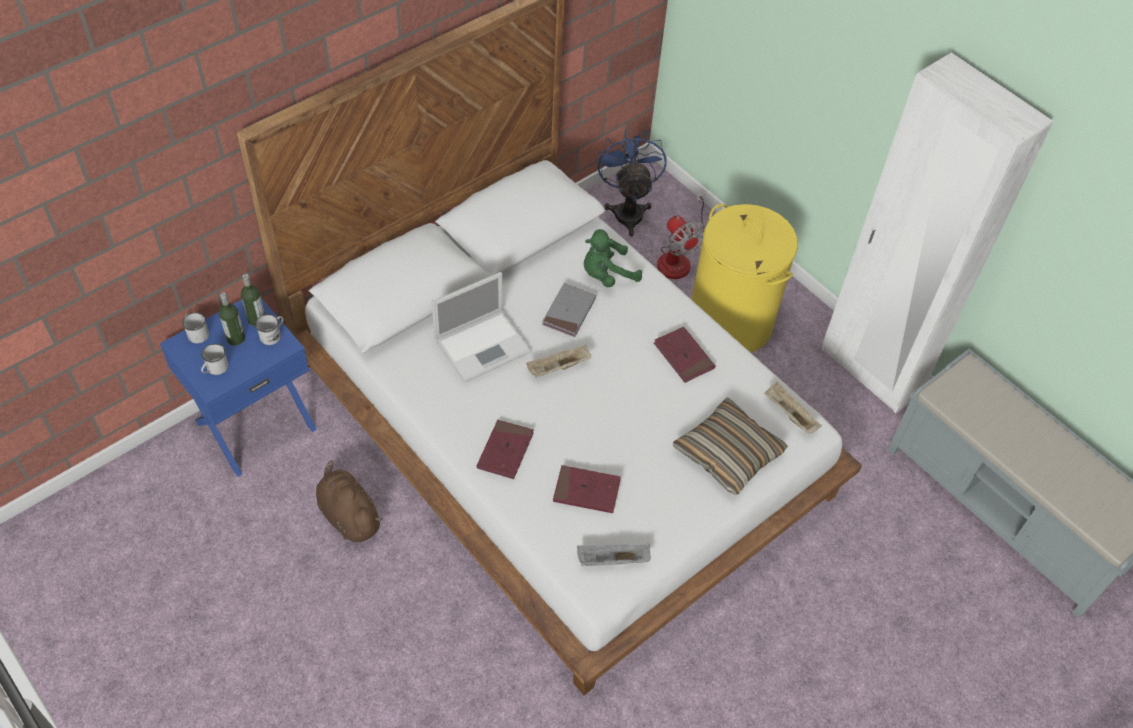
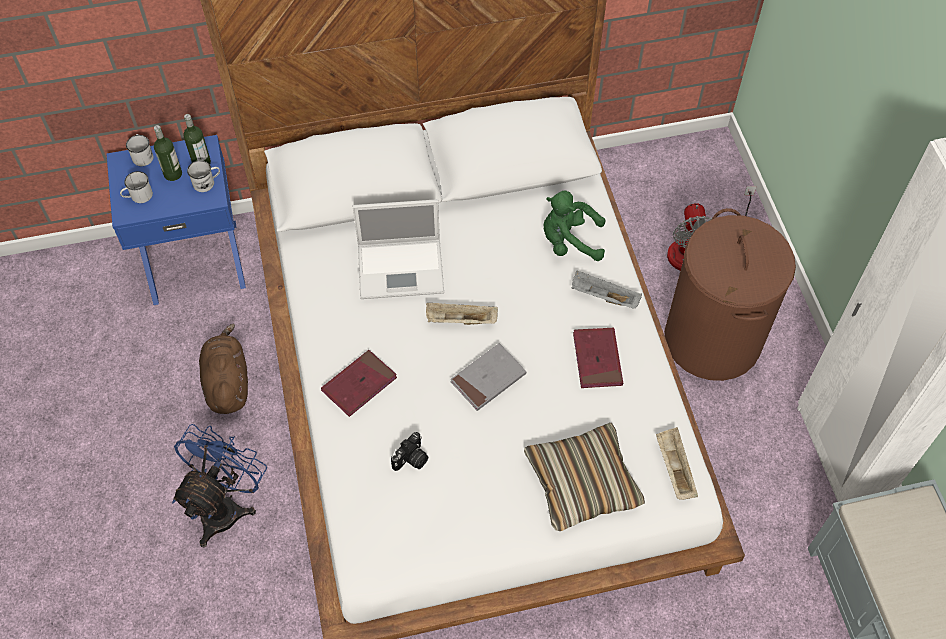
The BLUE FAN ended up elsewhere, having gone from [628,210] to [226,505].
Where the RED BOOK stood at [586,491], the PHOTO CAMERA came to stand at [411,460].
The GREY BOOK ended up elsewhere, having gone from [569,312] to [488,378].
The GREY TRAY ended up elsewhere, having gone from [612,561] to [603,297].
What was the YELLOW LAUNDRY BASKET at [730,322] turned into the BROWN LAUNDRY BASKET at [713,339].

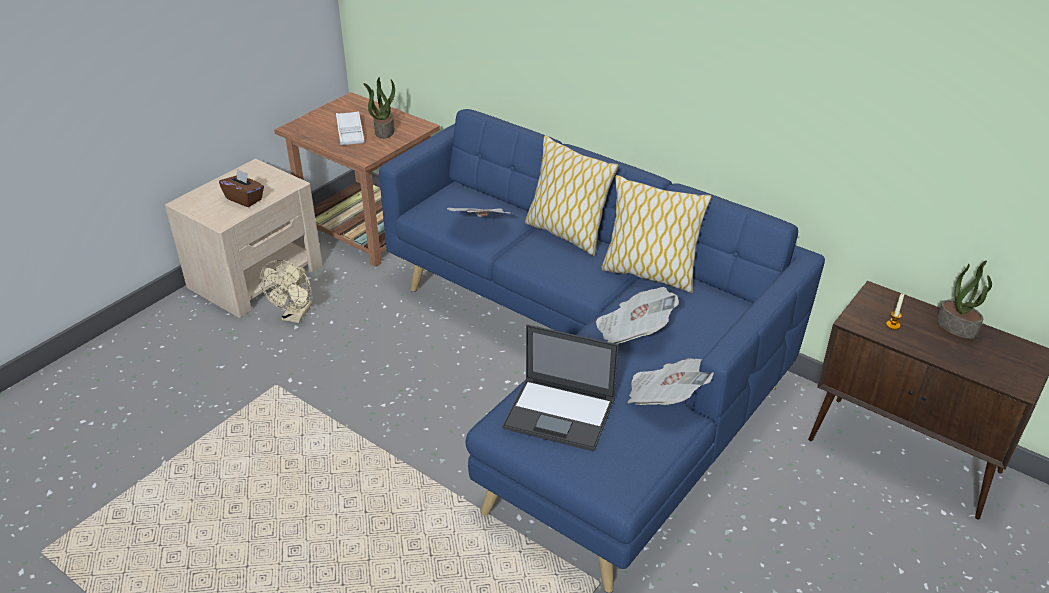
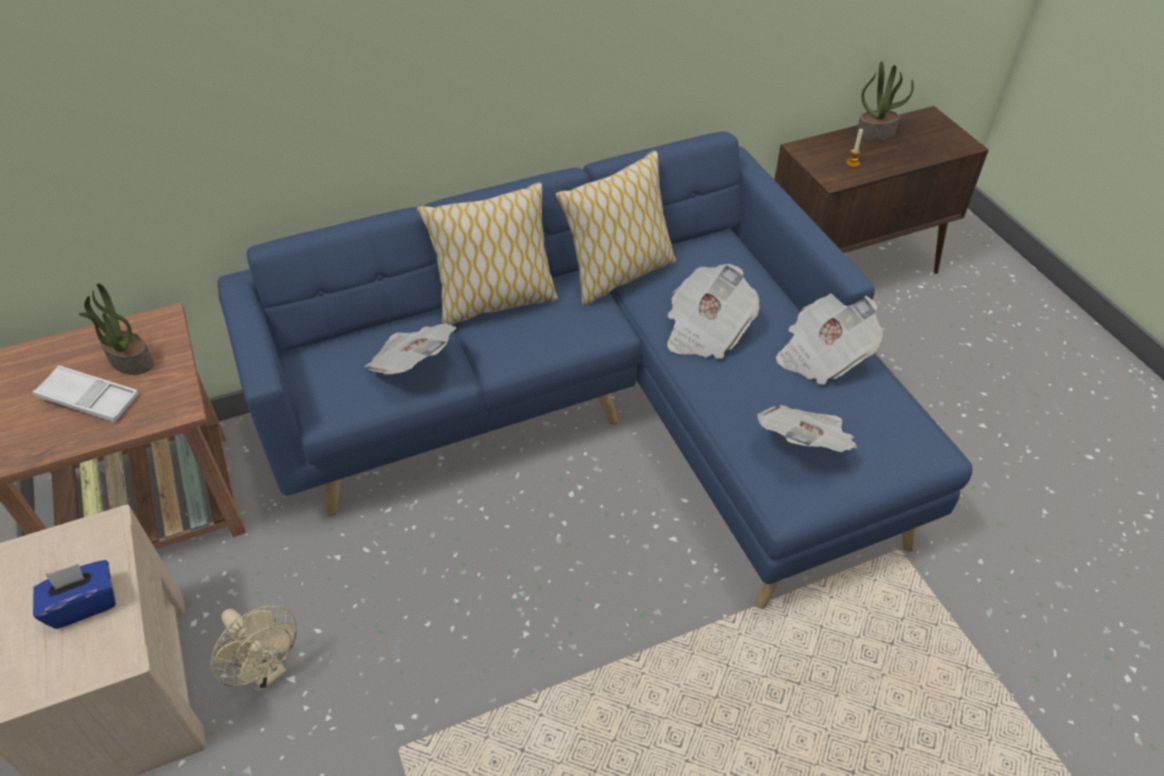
What was the BROWN TISSUE BOX at [244,199] turned into the BLUE TISSUE BOX at [84,604].
Where the LAPTOP stood at [561,414], the NEWSPAPER came to stand at [805,444].

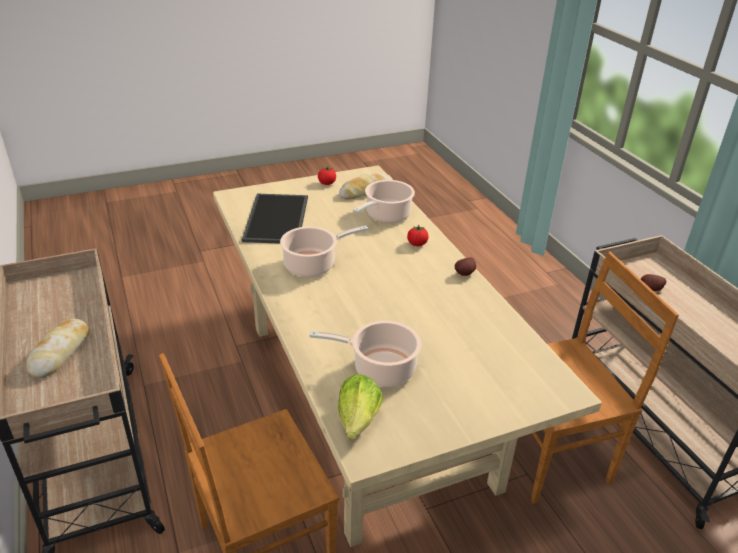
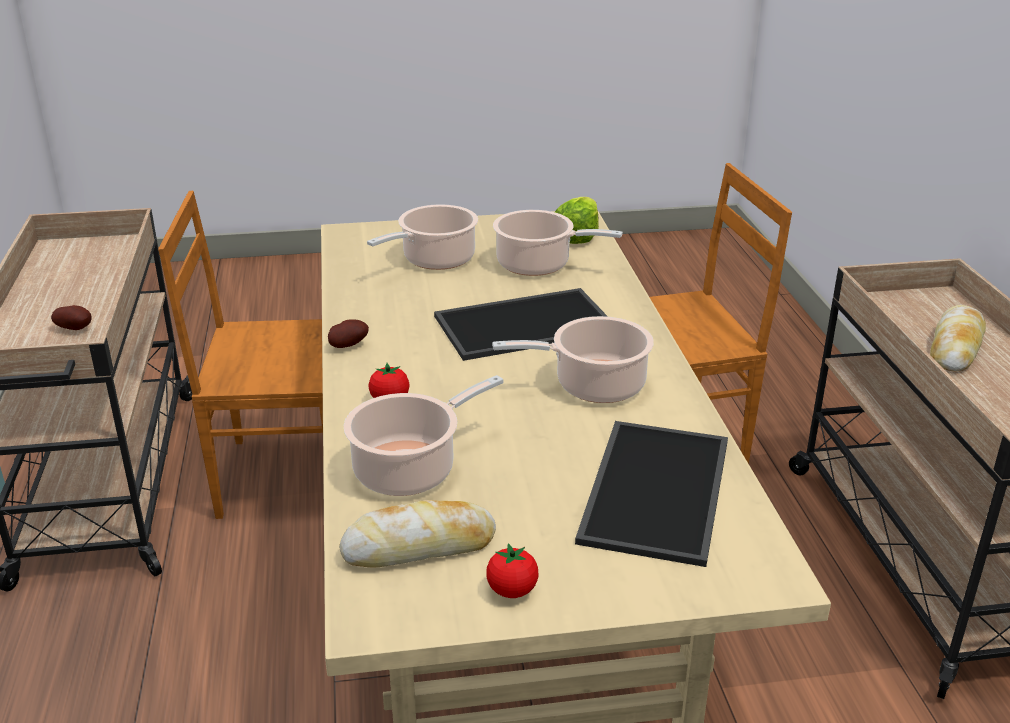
The second view gained the COOKING POT at [435,260].
The second view gained the TRAY at [525,323].

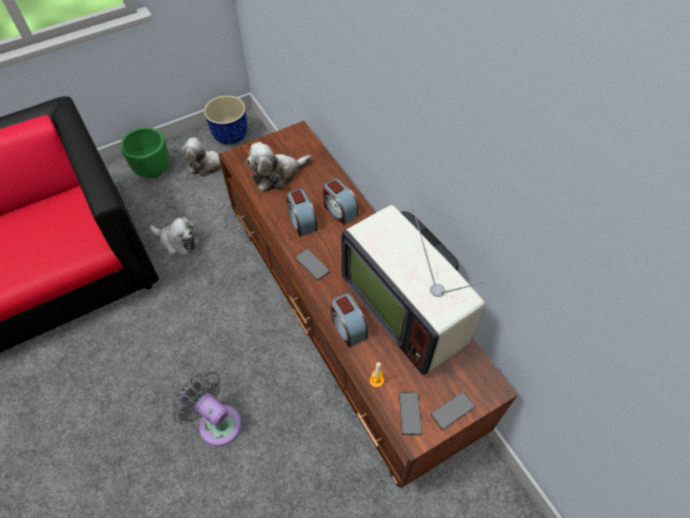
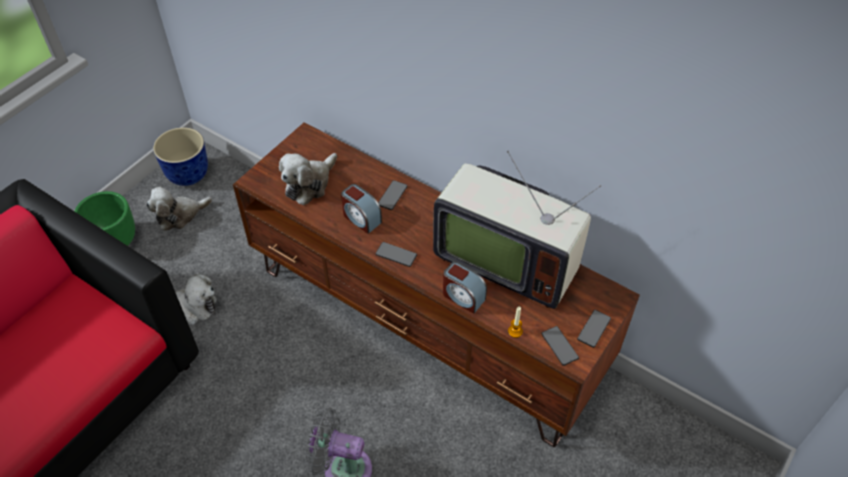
Where the ALARM CLOCK stood at [339,210], the PHONE came to stand at [392,195].

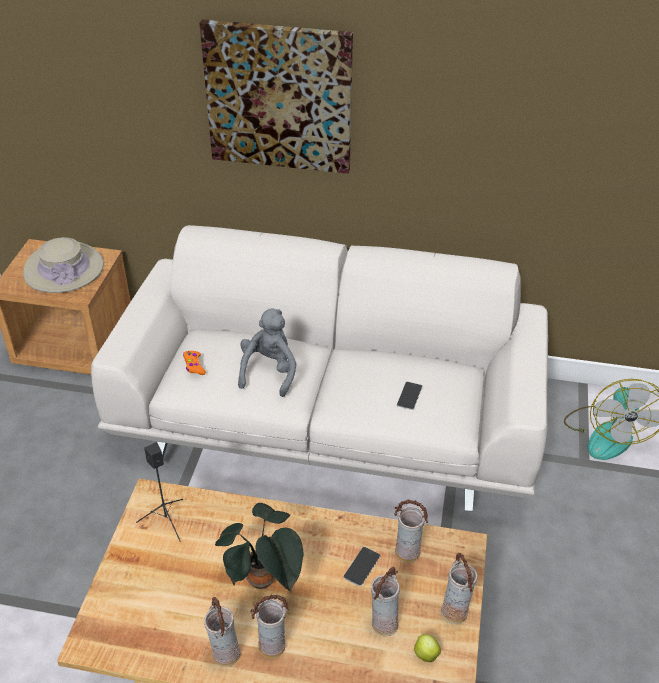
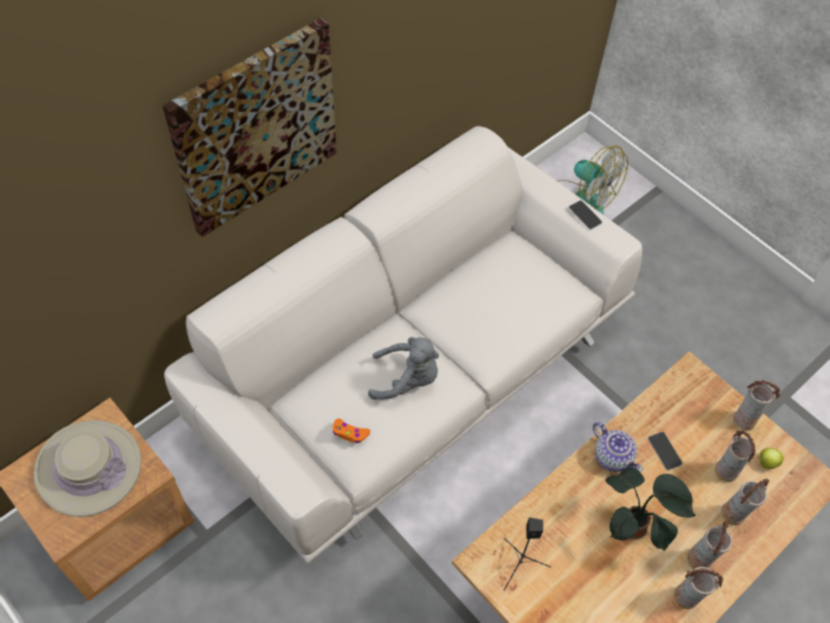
The GREY PLUSH TOY at [269,371] ended up facing another way, 135 degrees clockwise from before.
The PHONE ended up elsewhere, having gone from [409,395] to [585,215].
The second view gained the TEAPOT at [612,456].
The VASE ended up elsewhere, having gone from [407,553] to [733,515].

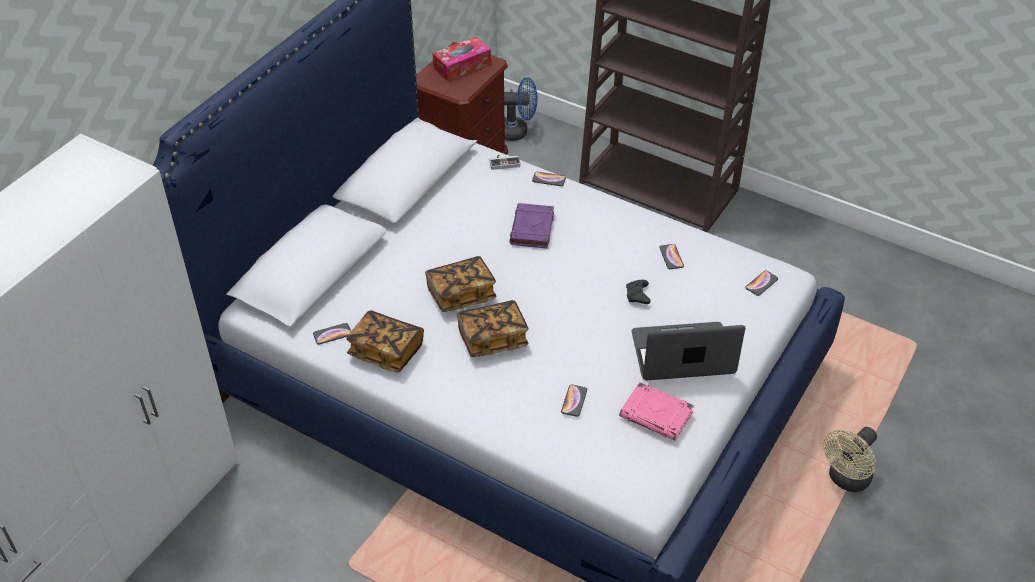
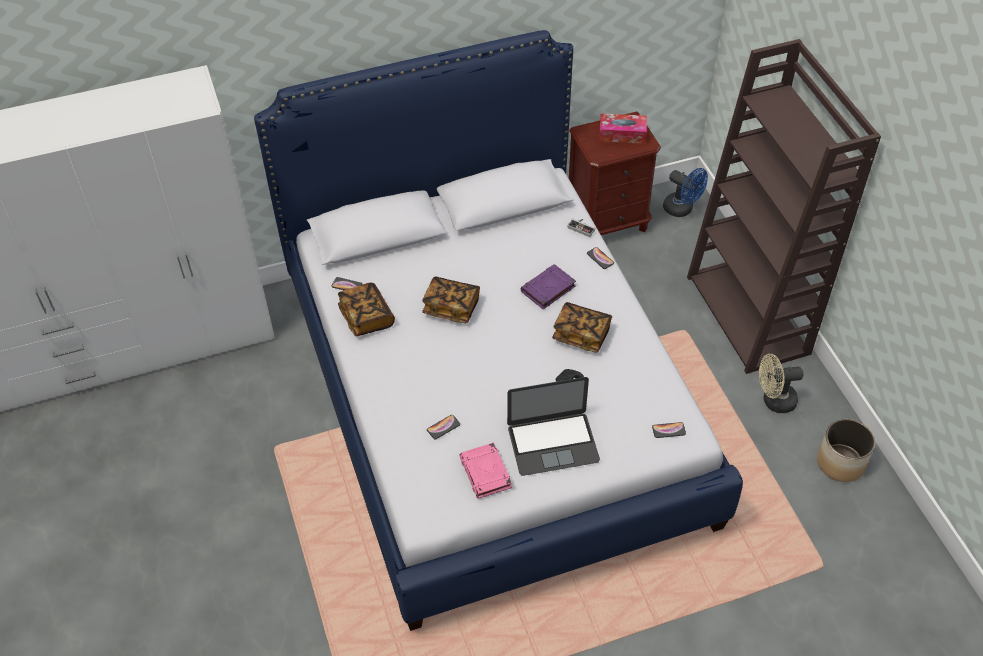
The LAPTOP at [682,353] ended up facing another way, 135 degrees clockwise from before.
The BOOK ended up elsewhere, having gone from [492,339] to [581,335].
The BEIGE FAN ended up elsewhere, having gone from [846,480] to [774,401].
The second view gained the PLANTER at [841,463].
The second view lost the PHONE at [671,257].

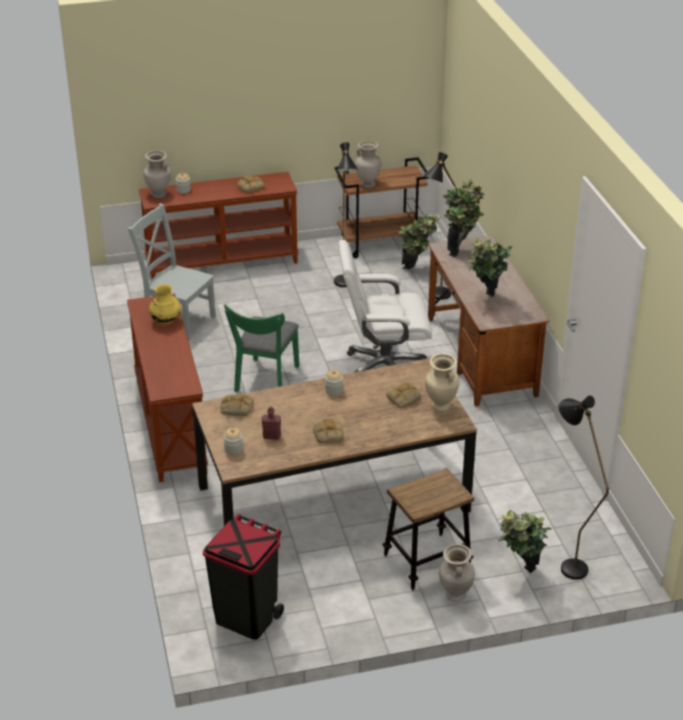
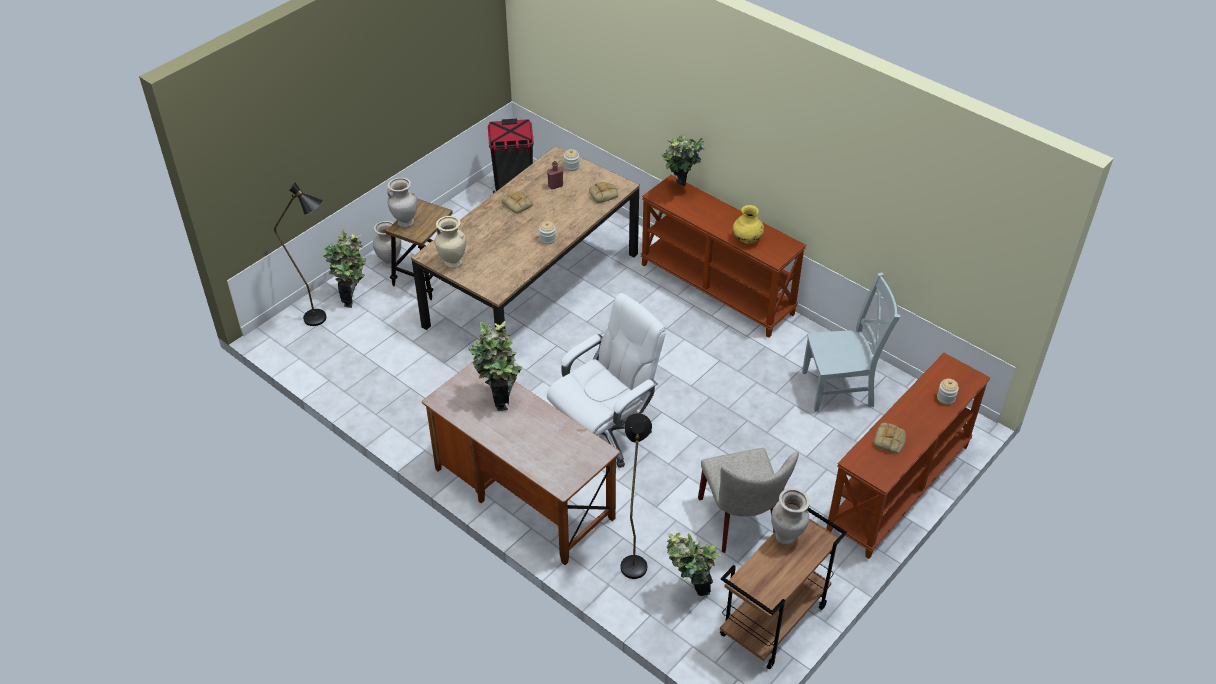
The BEIGE VASE ended up elsewhere, having gone from [158,195] to [405,222].
The POTTED PLANT ended up elsewhere, having gone from [461,250] to [680,191].
Where the BLACK FLOOR LAMP stood at [345,286], the BEIGE CHAIR came to stand at [741,523].
The second view lost the GREEN CHAIR at [265,382].
The second view lost the BREAD at [403,398].

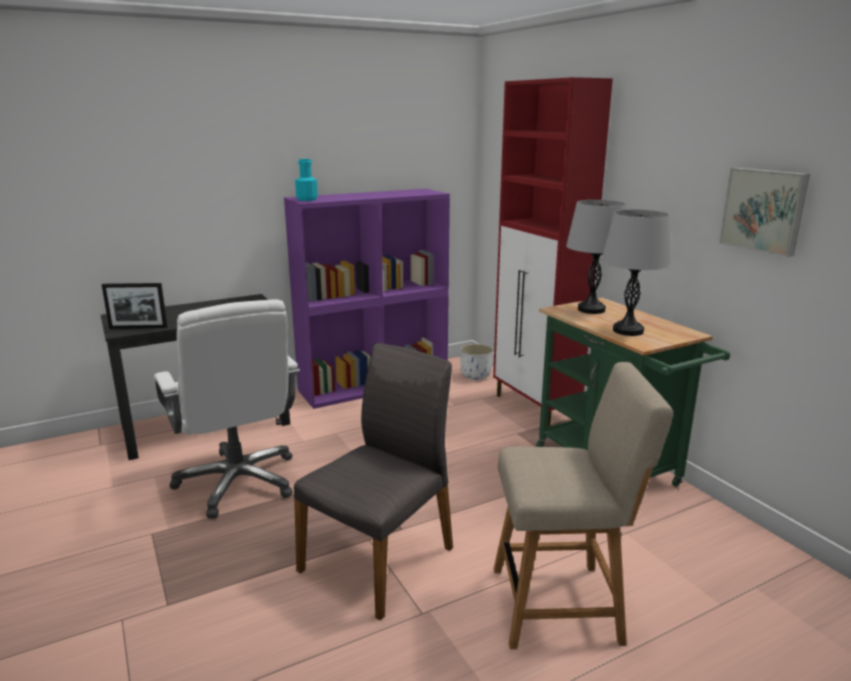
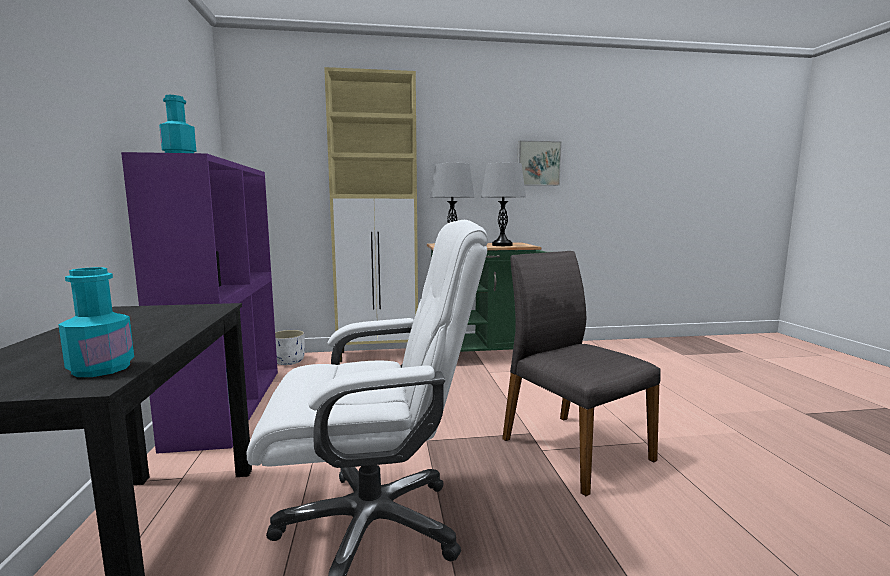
Where the PICTURE FRAME stood at [138,327], the TURQUOISE BOTTLE came to stand at [101,369].
What was the RED CABINET at [535,408] turned into the BEIGE CABINET at [379,355].
The second view lost the BEIGE CHAIR at [562,604].

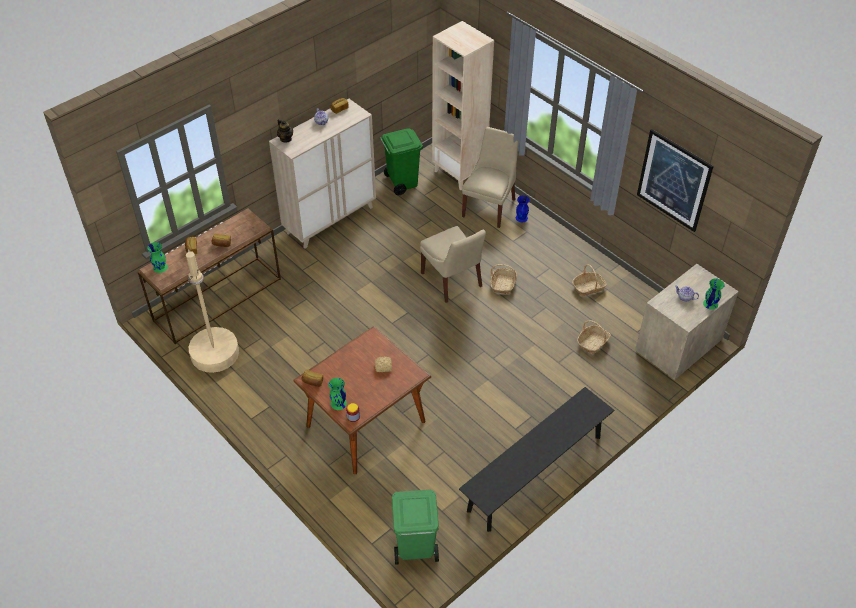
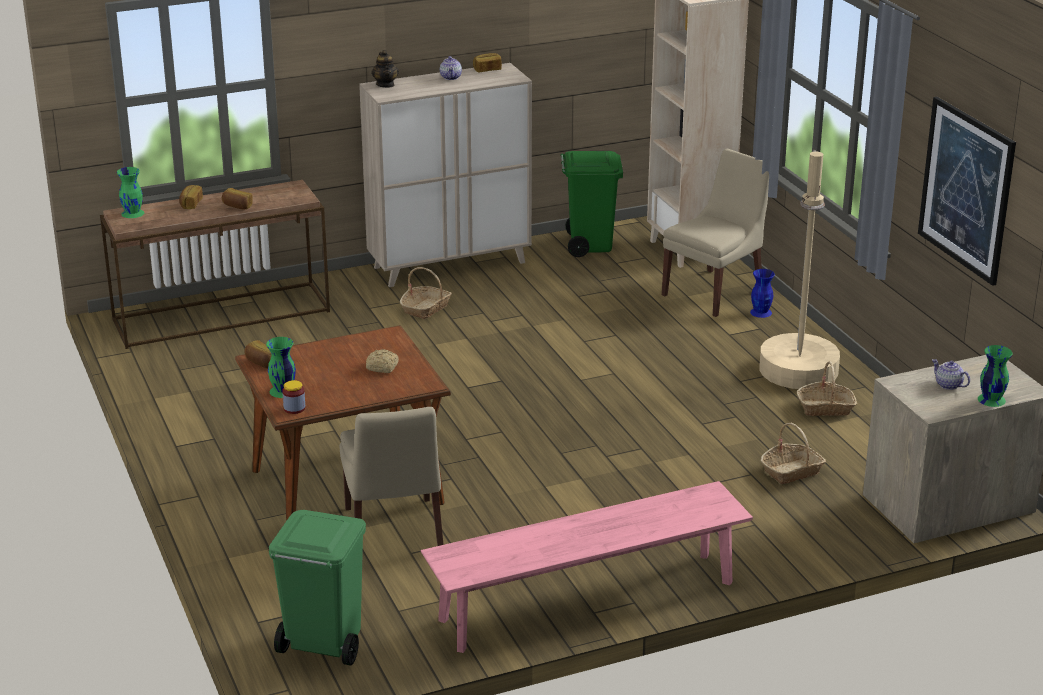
The BEIGE CHAIR ended up elsewhere, having gone from [452,281] to [394,532].
The BASKET ended up elsewhere, having gone from [503,284] to [426,308].
What was the BLACK BENCH at [535,473] turned into the PINK BENCH at [587,601].
The BEIGE FLOOR LAMP ended up elsewhere, having gone from [215,354] to [798,370].

